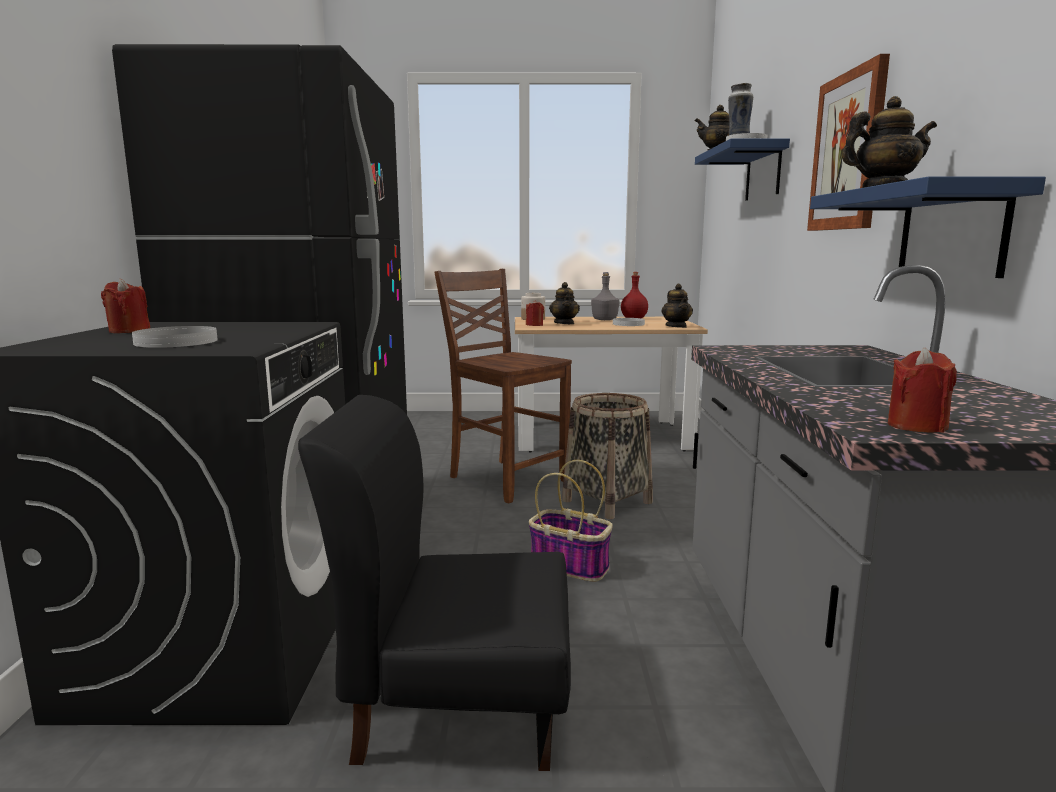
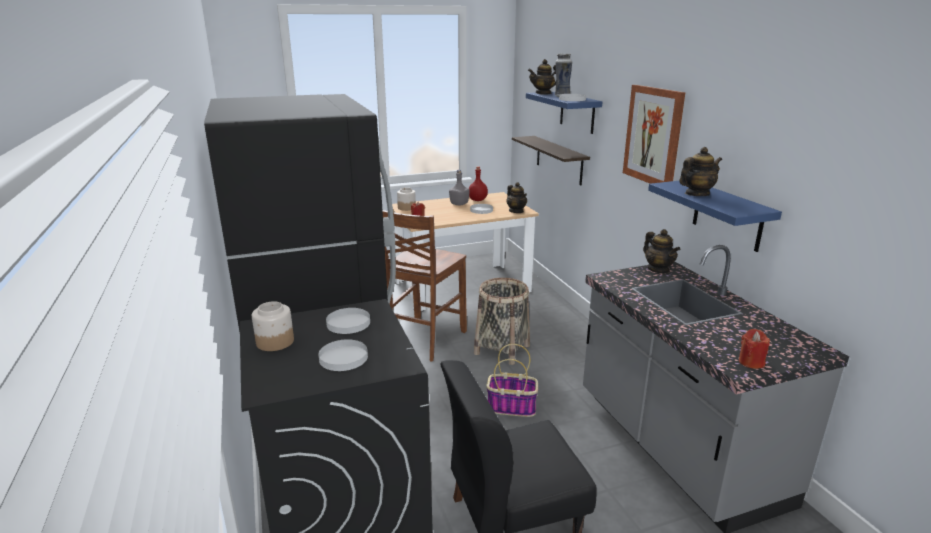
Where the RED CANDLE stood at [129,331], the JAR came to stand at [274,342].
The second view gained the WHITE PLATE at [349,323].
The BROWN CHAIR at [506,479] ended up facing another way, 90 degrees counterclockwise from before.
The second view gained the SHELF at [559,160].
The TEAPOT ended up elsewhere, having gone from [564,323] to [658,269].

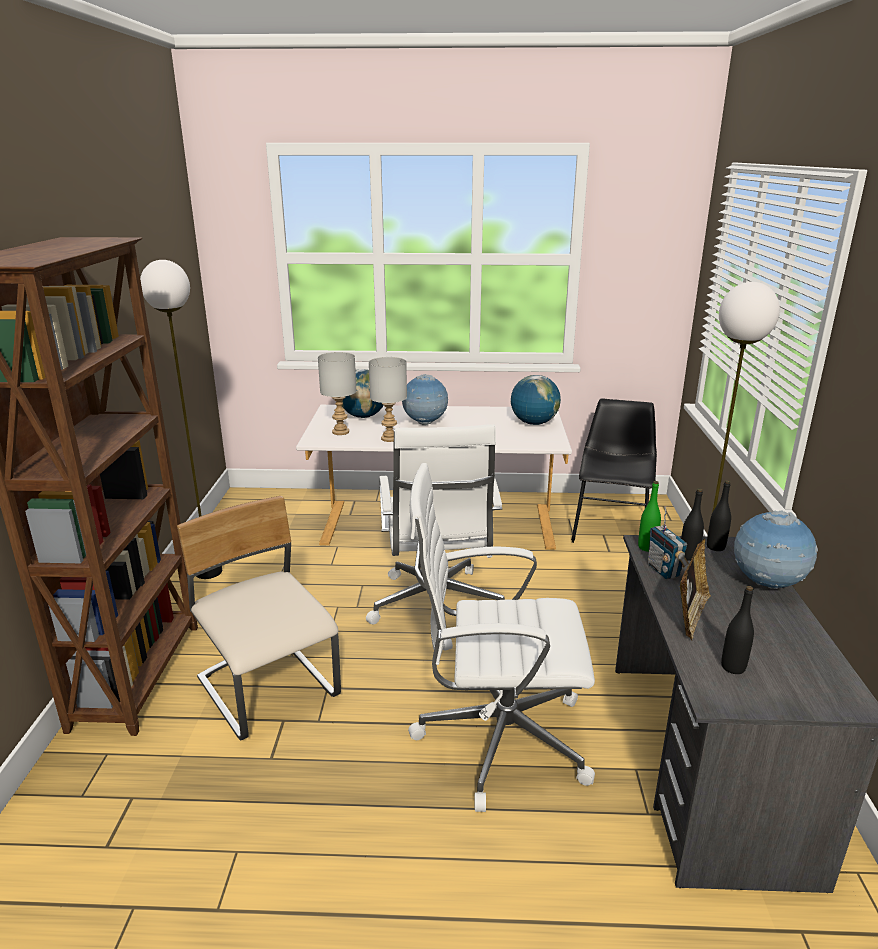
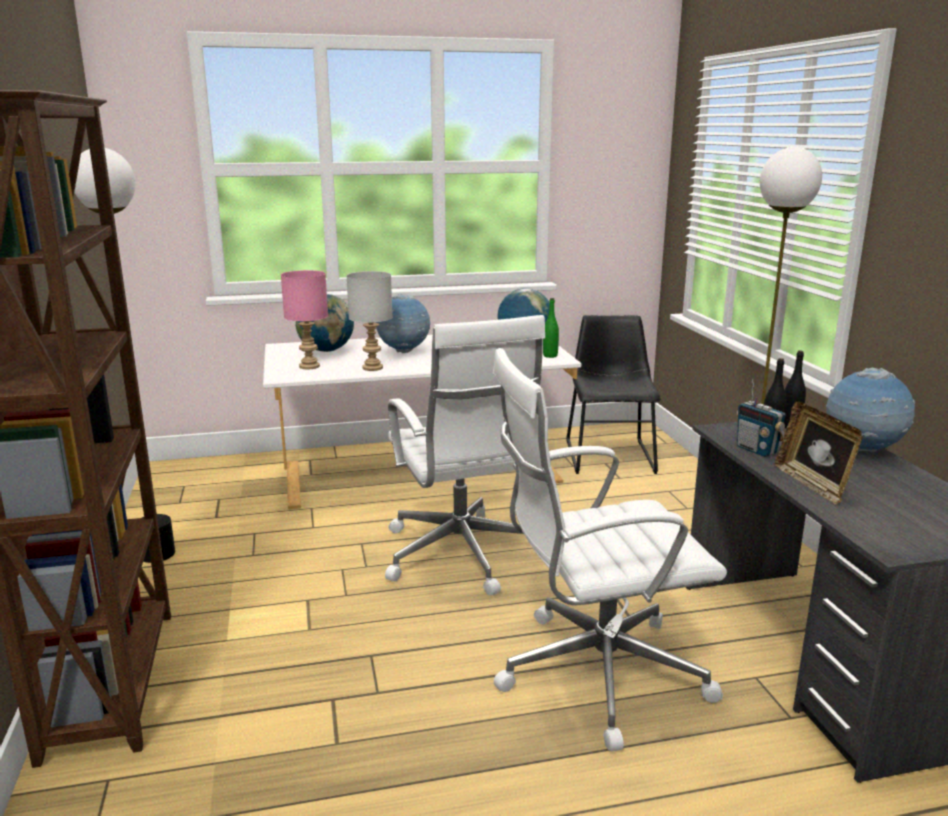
What was the GREY TABLE LAMP at [340,432] turned into the PINK TABLE LAMP at [309,366].
The GREEN BOTTLE ended up elsewhere, having gone from [647,547] to [550,356].
The PICTURE FRAME at [690,616] ended up facing another way, 150 degrees clockwise from before.
The second view lost the BEIGE CHAIR at [269,689].
The second view lost the BLACK BOTTLE at [733,667].

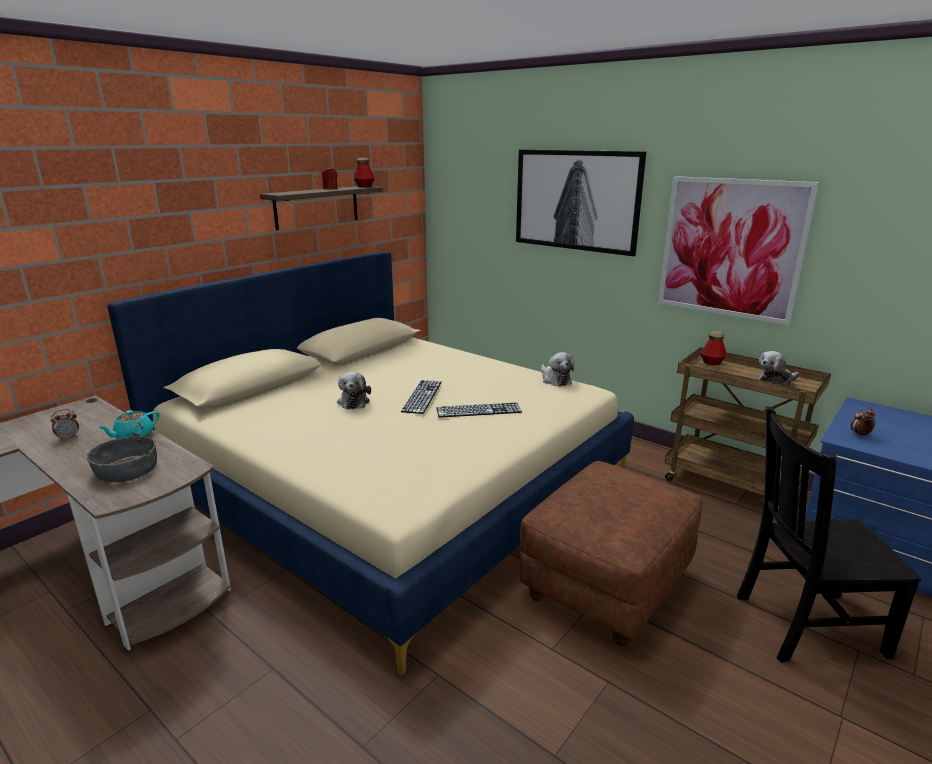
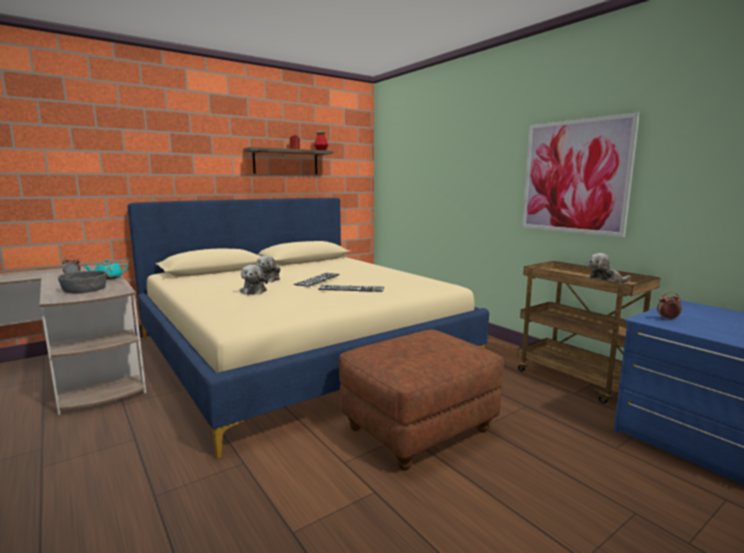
The PLUSH TOY ended up elsewhere, having gone from [555,379] to [254,291].
The second view lost the PICTURE at [576,200].
The second view lost the BOTTLE at [712,362].
The second view lost the BLACK CHAIR at [804,624].

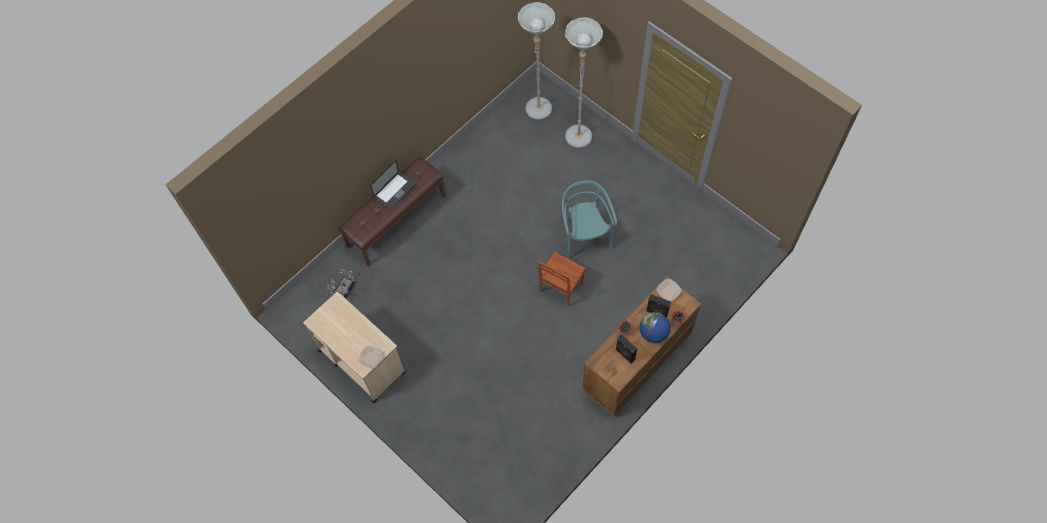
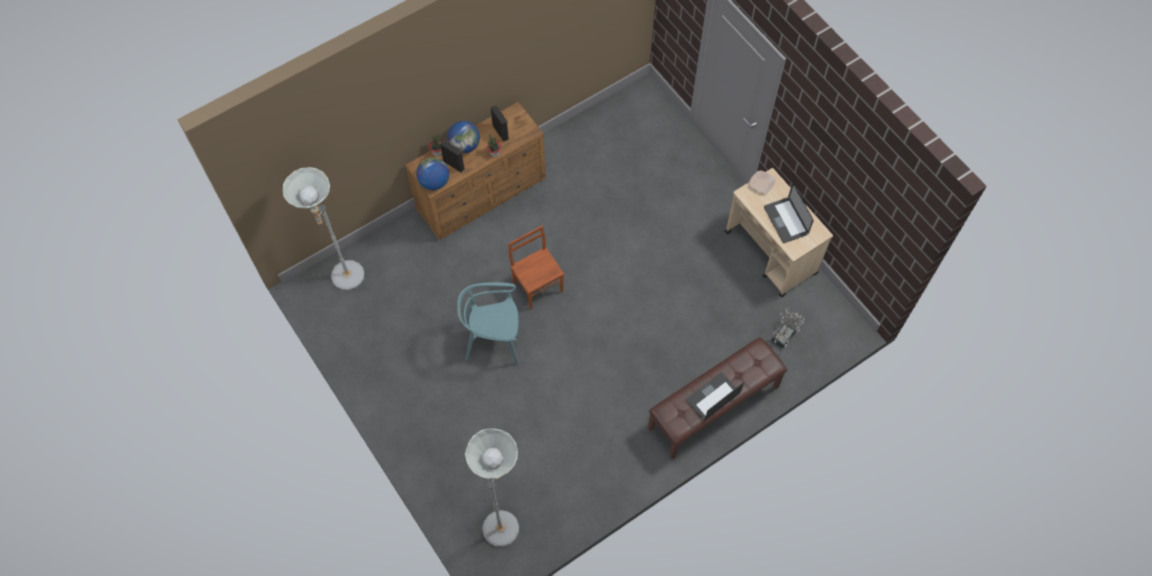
The GREY FLOOR LAMP ended up elsewhere, having gone from [578,131] to [345,282].
Where the BOWL stood at [668,292], the GLOBE came to stand at [434,182].
The TURQUOISE CHAIR at [584,236] ended up facing another way, 90 degrees clockwise from before.
The BROWN CHAIR at [560,287] ended up facing another way, 75 degrees counterclockwise from before.
The second view gained the LAPTOP at [785,220].

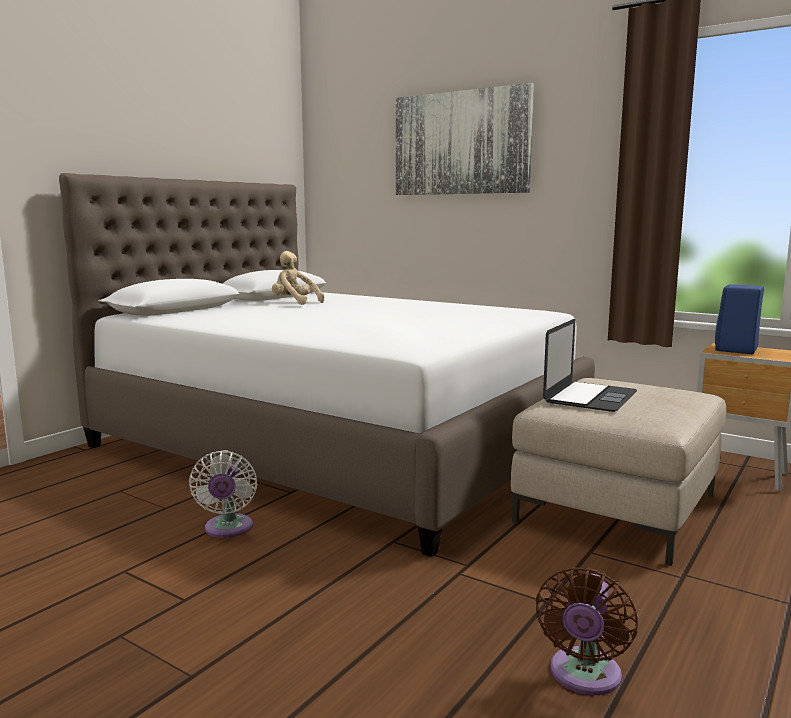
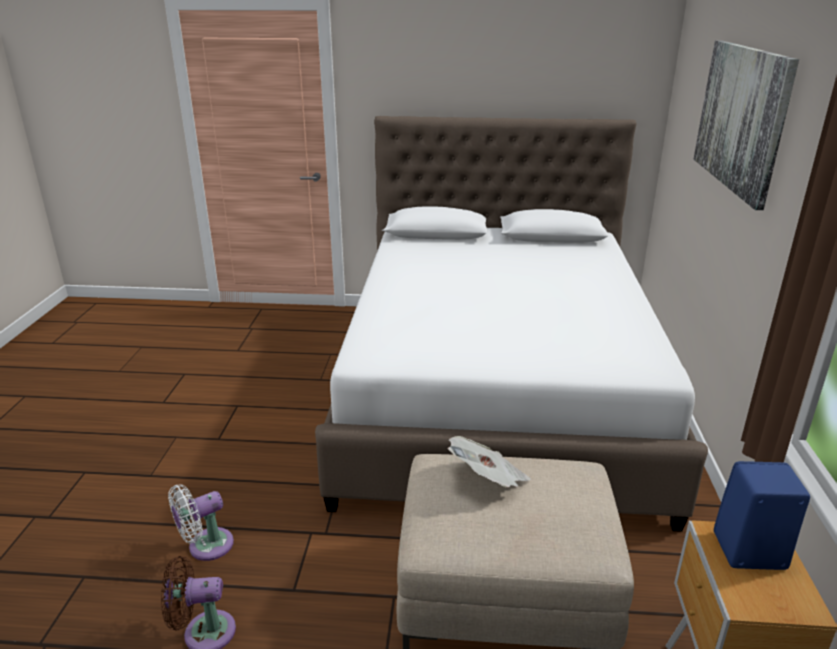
The WHITE FAN ended up elsewhere, having gone from [228,529] to [206,546].
Where the LAPTOP stood at [590,396], the NEWSPAPER came to stand at [488,480].
The second view lost the BEIGE PLUSH TOY at [294,303].

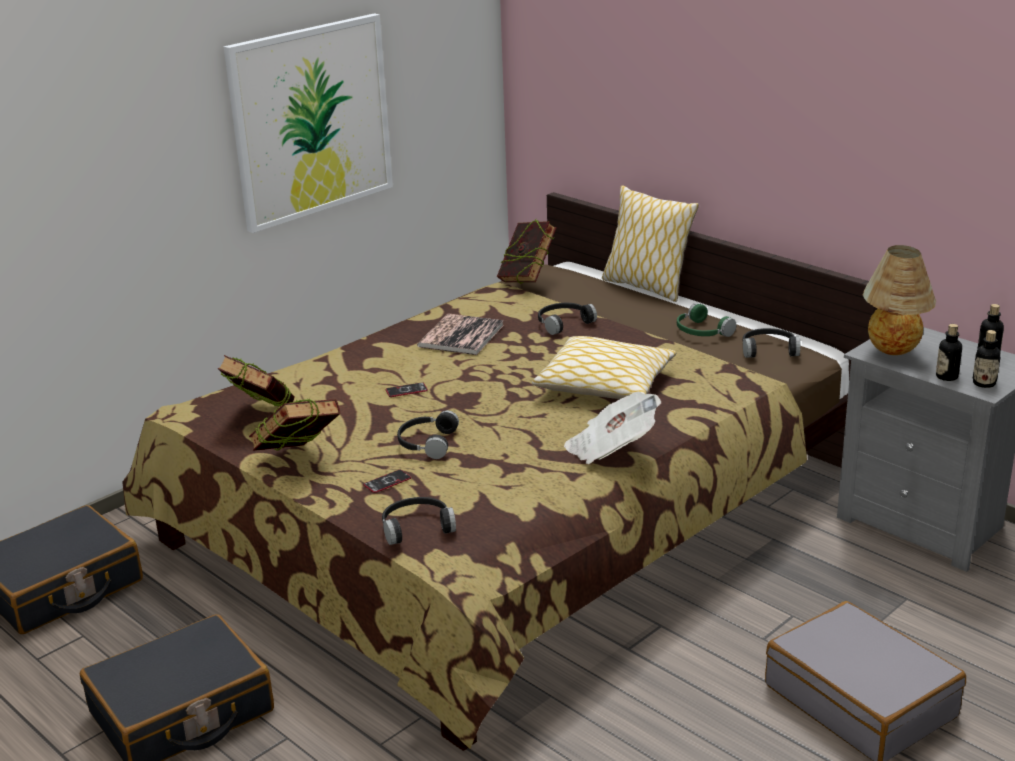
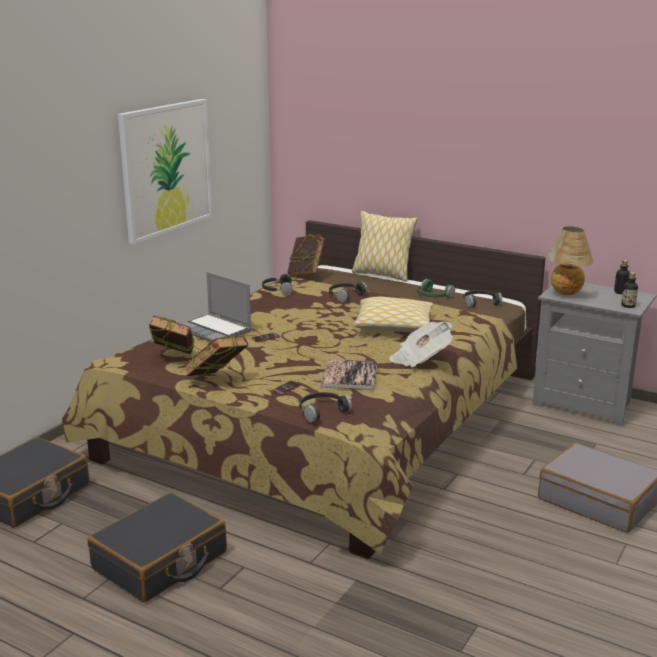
The second view gained the LAPTOP at [215,330].
The BLACK HEADPHONES ended up elsewhere, having gone from [426,443] to [277,290].
The BOOK ended up elsewhere, having gone from [461,336] to [349,376].
The second view lost the BOTTLE at [946,377].

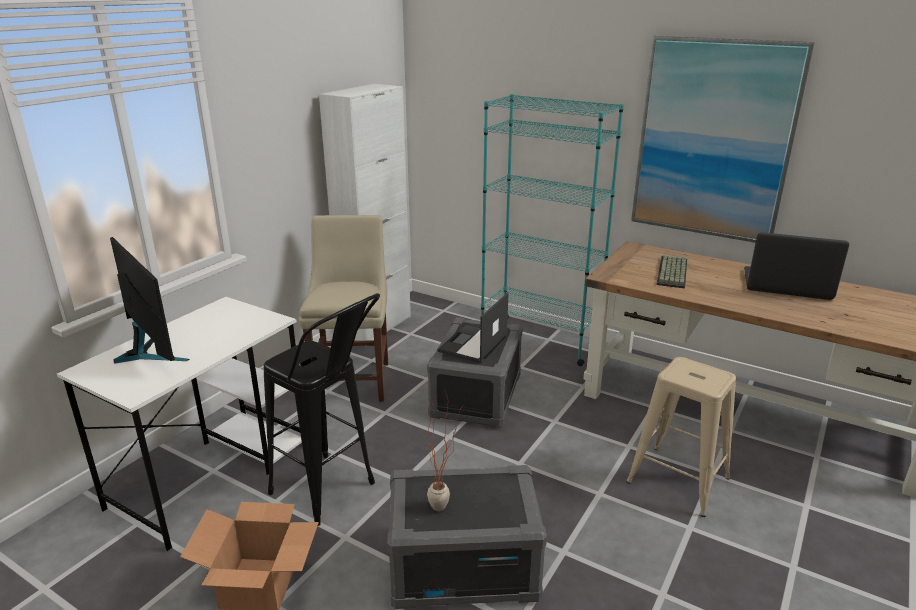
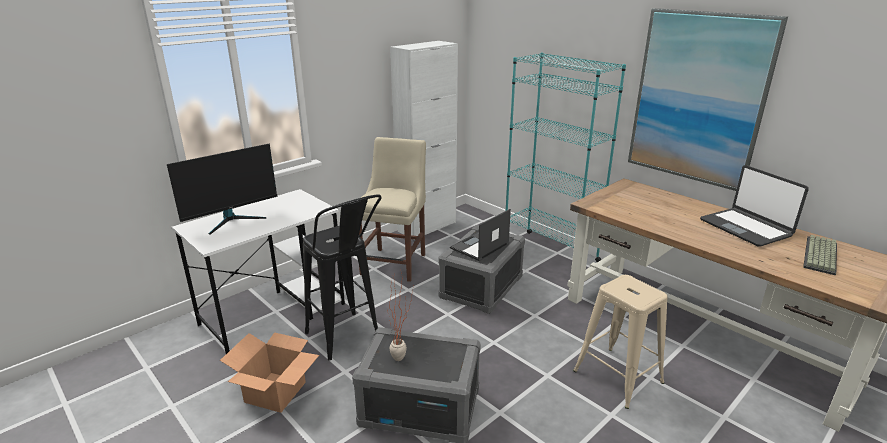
The MONITOR at [149,352] ended up facing another way, 75 degrees clockwise from before.
The LAPTOP at [786,285] ended up facing another way, 150 degrees counterclockwise from before.
The KEYBOARD ended up elsewhere, having gone from [673,272] to [822,256].

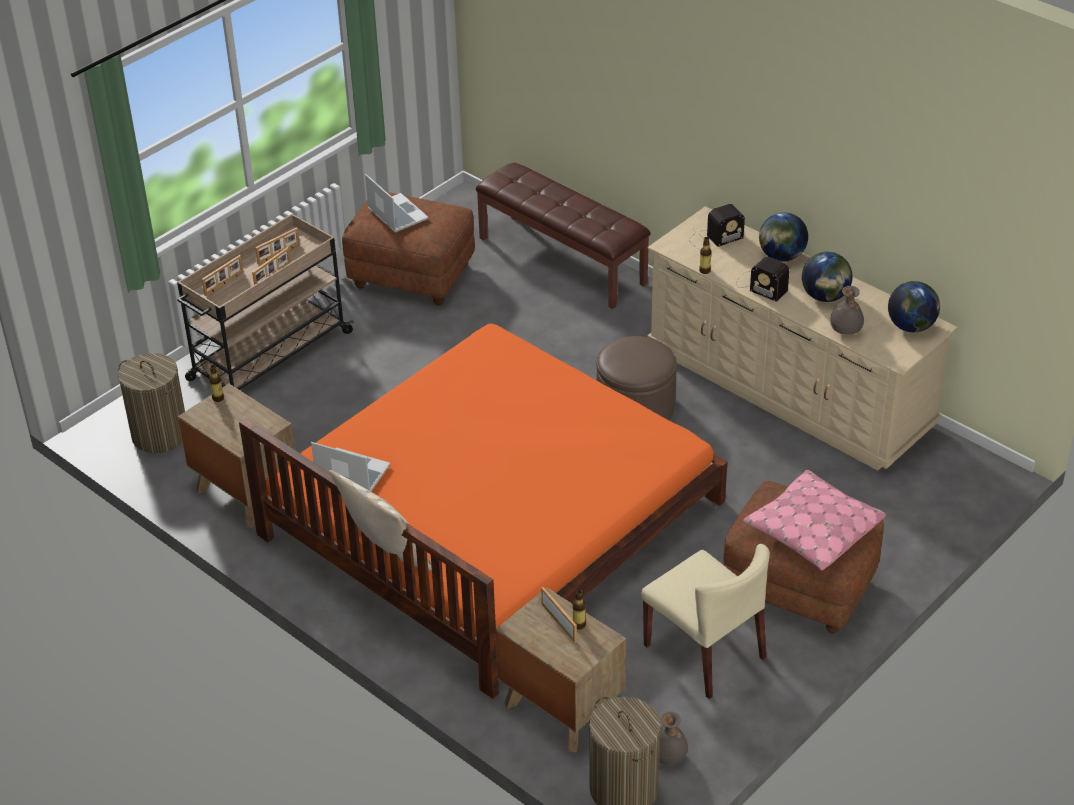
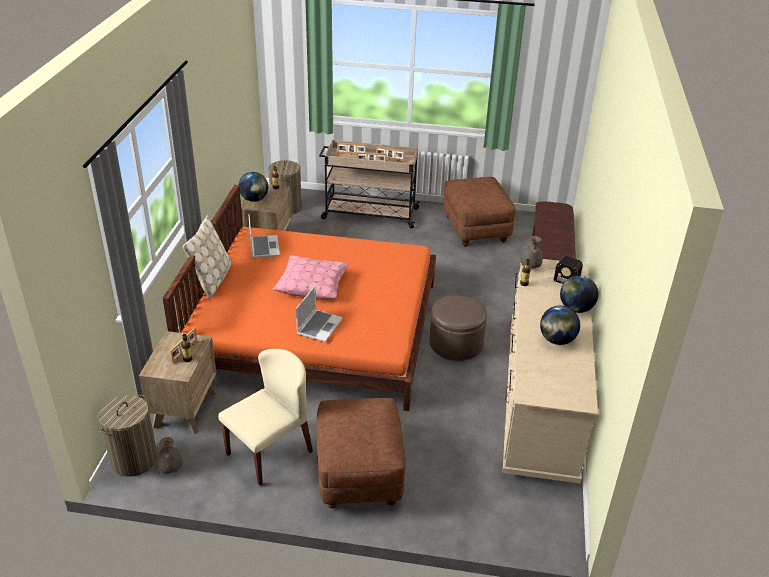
The BEIGE CHAIR at [705,652] ended up facing another way, 150 degrees counterclockwise from before.
The GLOBE ended up elsewhere, having gone from [911,326] to [254,199].
The PINK PILLOW ended up elsewhere, having gone from [812,530] to [312,284].
The LAPTOP ended up elsewhere, having gone from [396,214] to [319,326].
The GREY VASE ended up elsewhere, having gone from [845,332] to [529,267].
The second view lost the RADIO at [760,285].

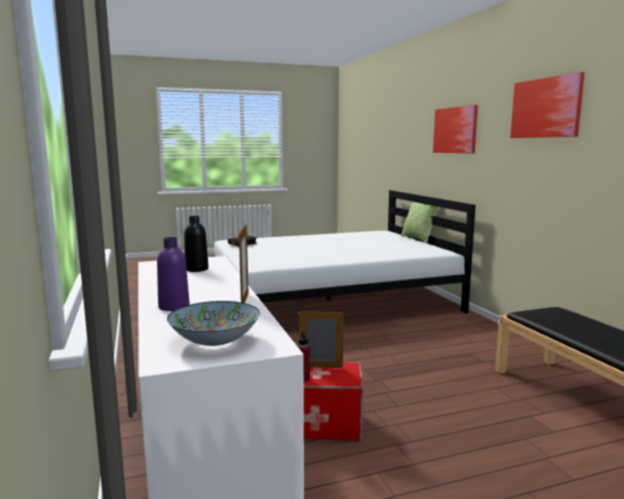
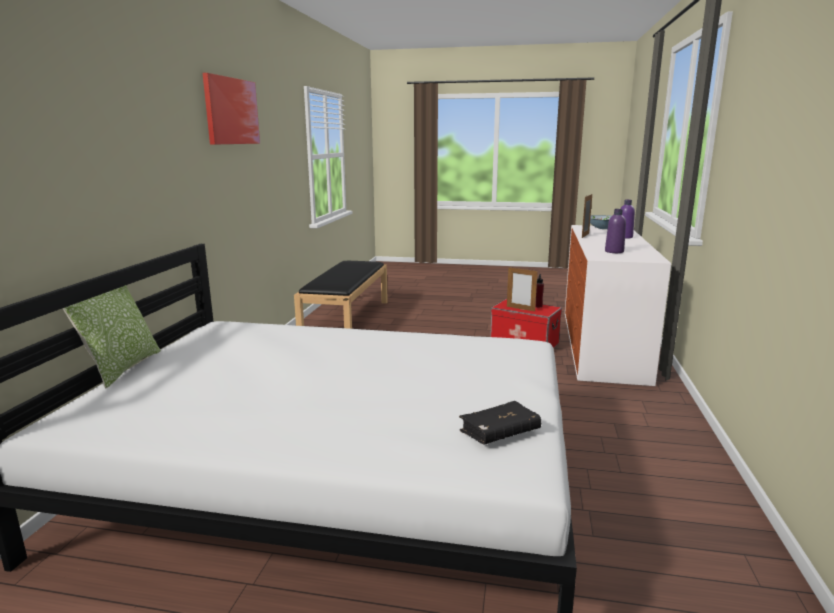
What was the BLACK BOTTLE at [196,269] turned into the PURPLE BOTTLE at [614,251].
The second view lost the PICTURE at [455,130].

